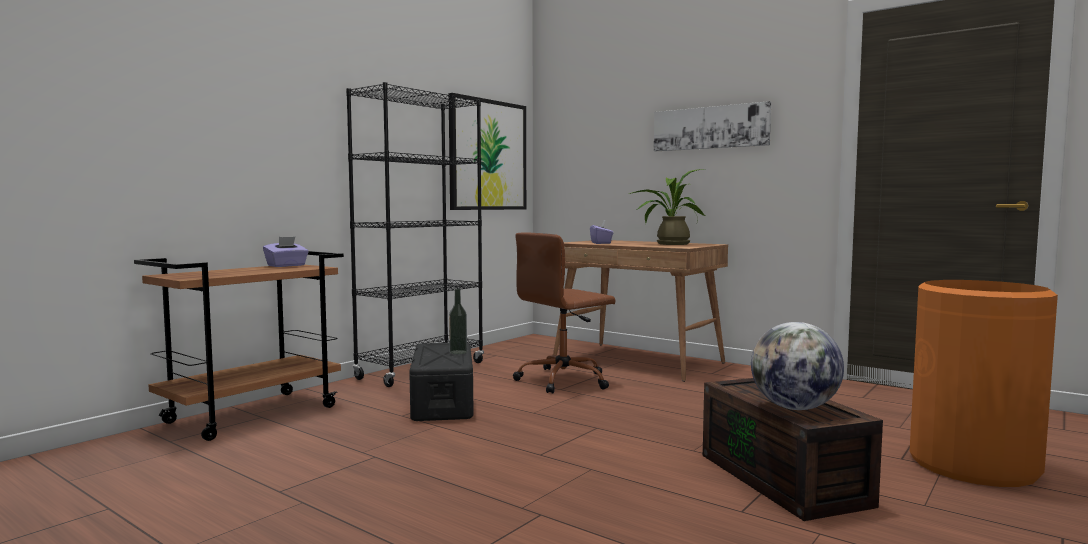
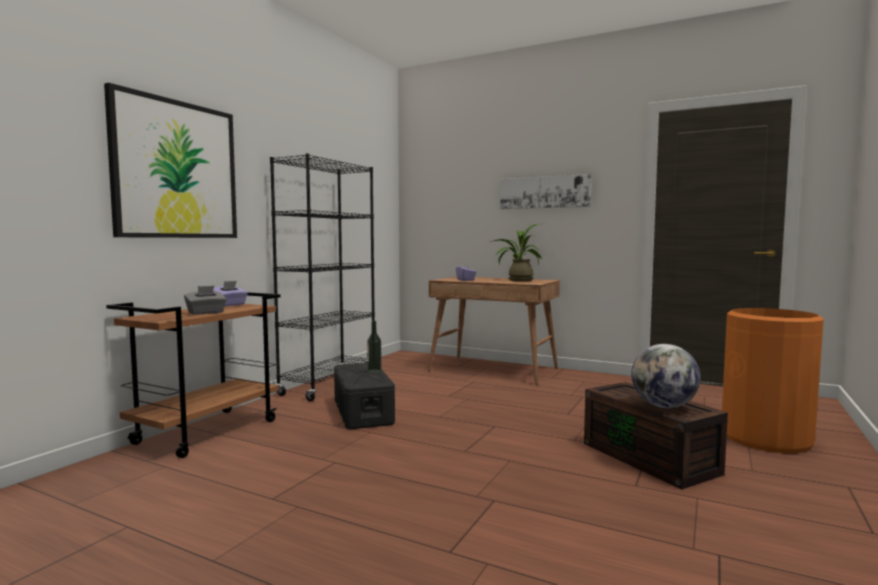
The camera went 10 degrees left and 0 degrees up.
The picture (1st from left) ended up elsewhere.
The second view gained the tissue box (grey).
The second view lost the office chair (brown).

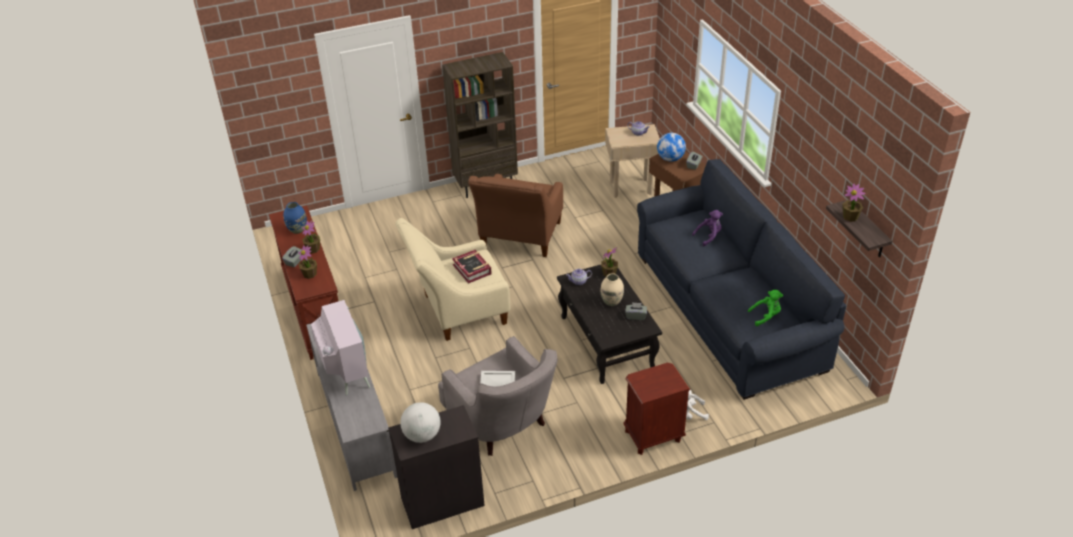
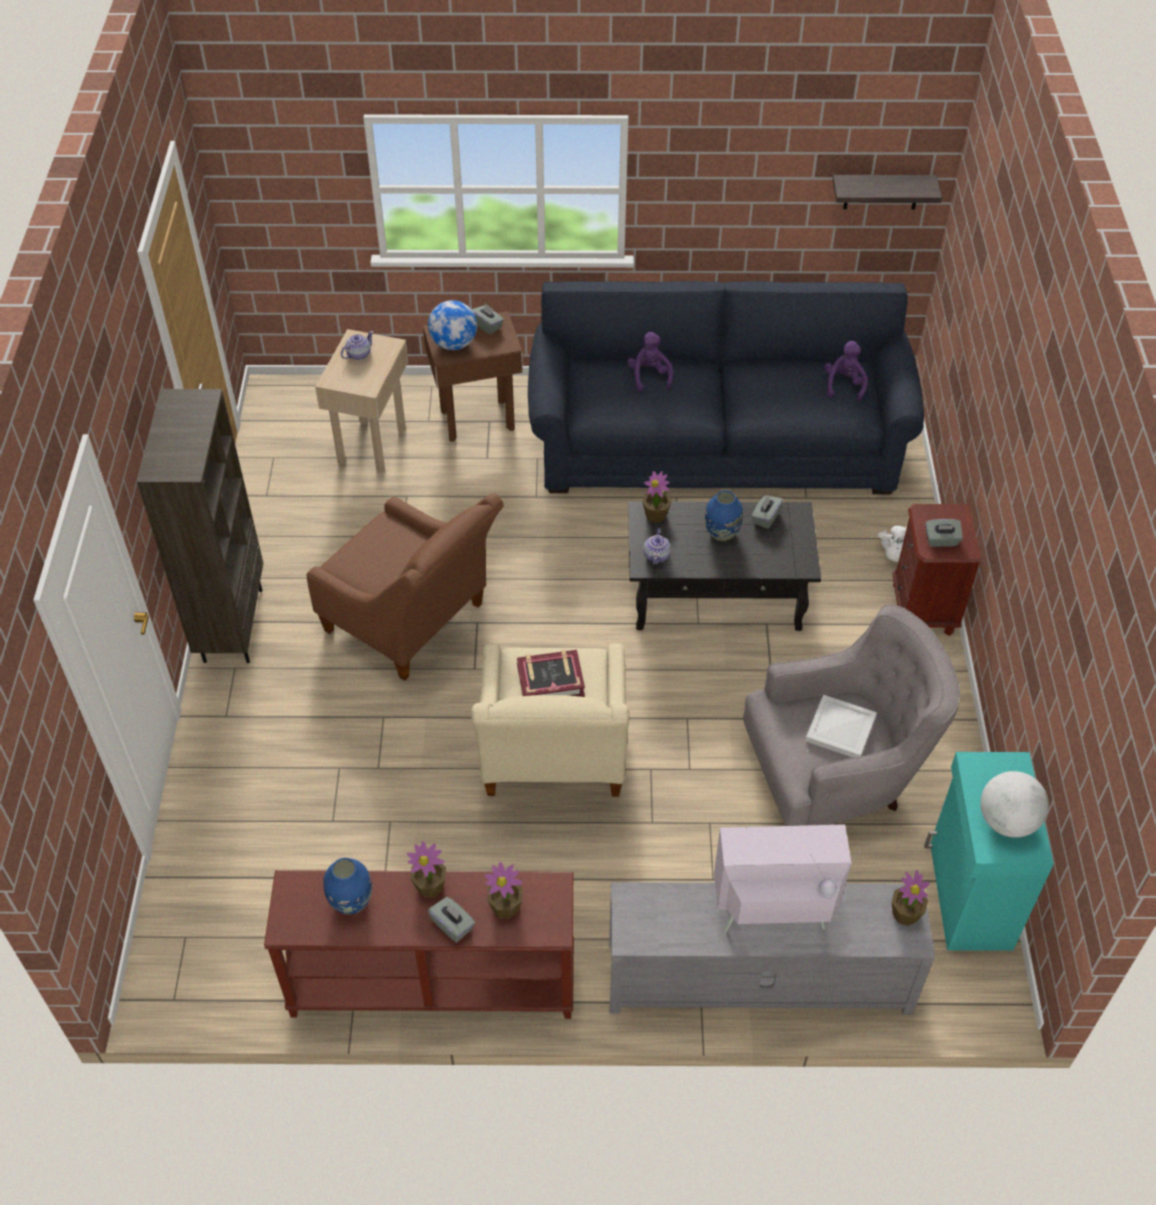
The camera went 70 degrees left and 10 degrees up.
What was the vase (beige) turned into the vase (blue) (2nd from left).
What was the plush toy (green) turned into the plush toy (purple) (2nd from left).
The potted plant (4th from left) ended up elsewhere.
What was the cabinet (black) turned into the cabinet (turquoise).
The second view gained the tissue box (grey) (4th from left).

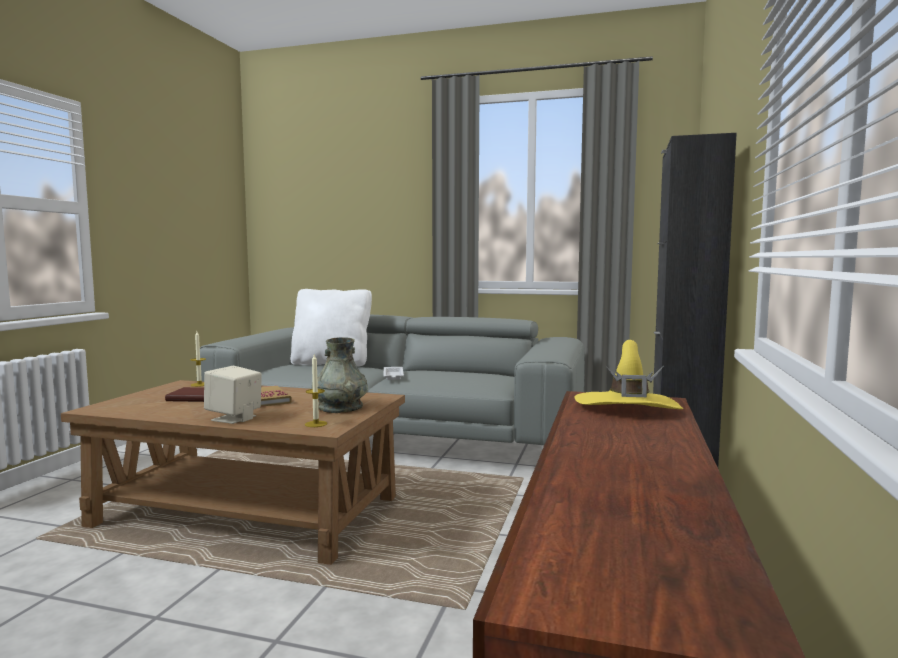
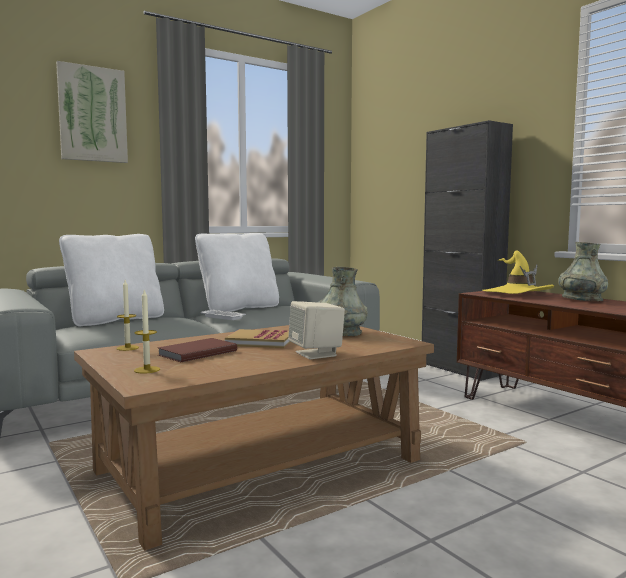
The camera went 50 degrees left and 0 degrees up.
The second view gained the picture.
The candle (2nd from left) ended up elsewhere.
The second view gained the pillow (white) (2nd from left).
The second view gained the vase (grey) (2nd from left).

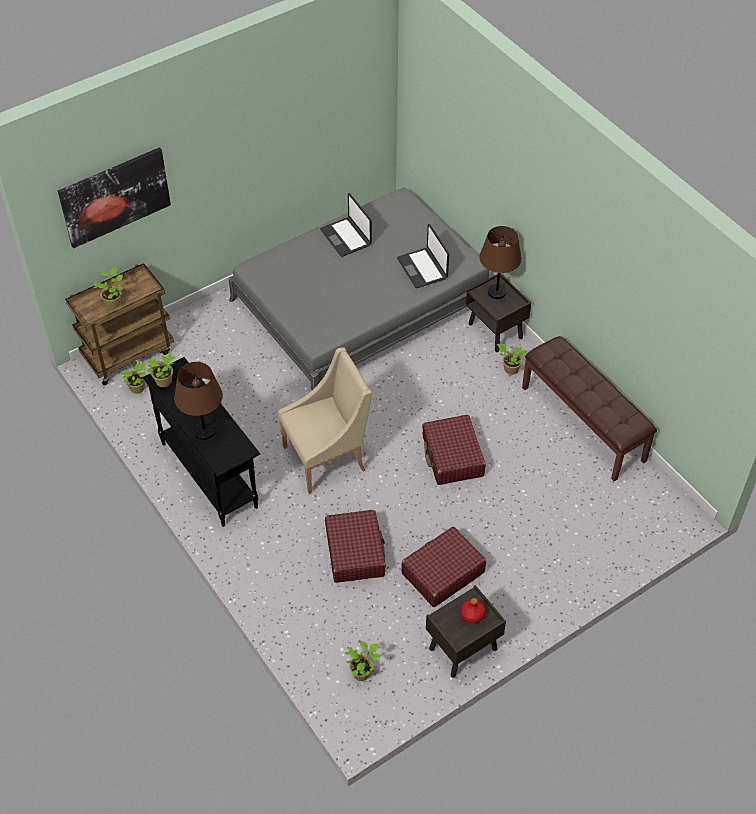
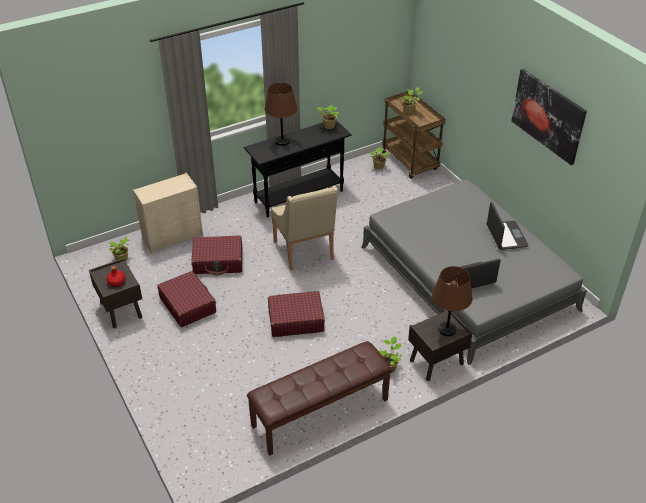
The camera went 95 degrees right and 10 degrees down.
The second view gained the dresser (beige).
The laptop (1st from left in the first image) ended up facing another way, 105 degrees clockwise from before.
The picture ended up elsewhere.

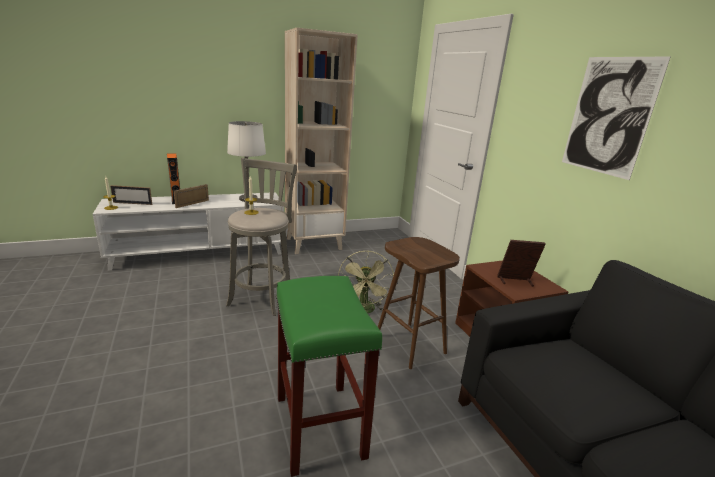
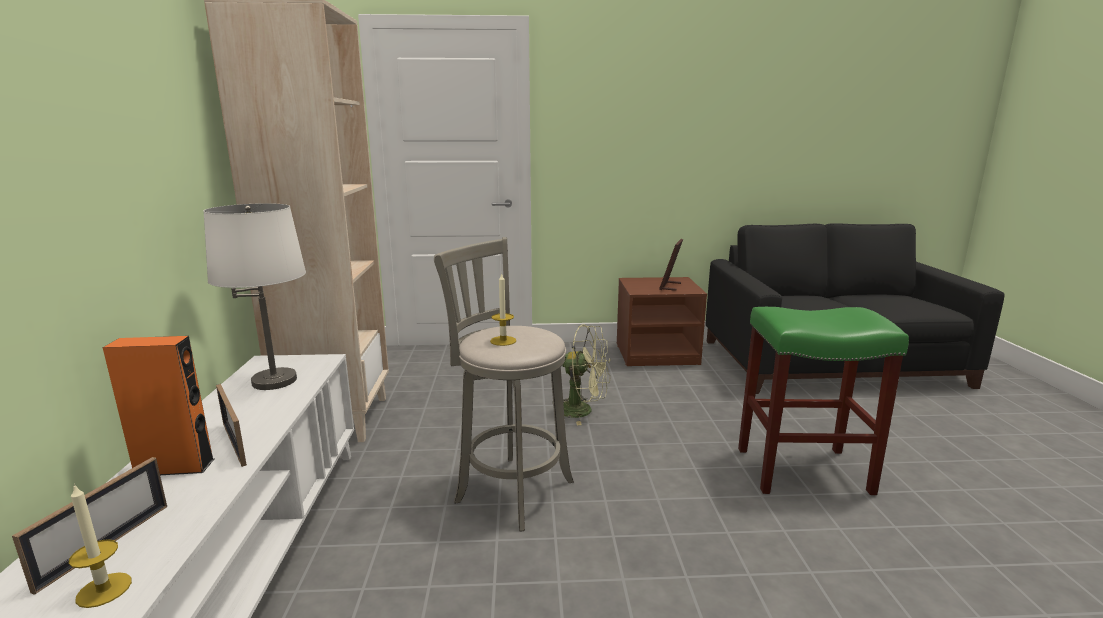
The camera went 70 degrees left and 5 degrees down.
The second view lost the stool (brown).
The second view lost the picture.

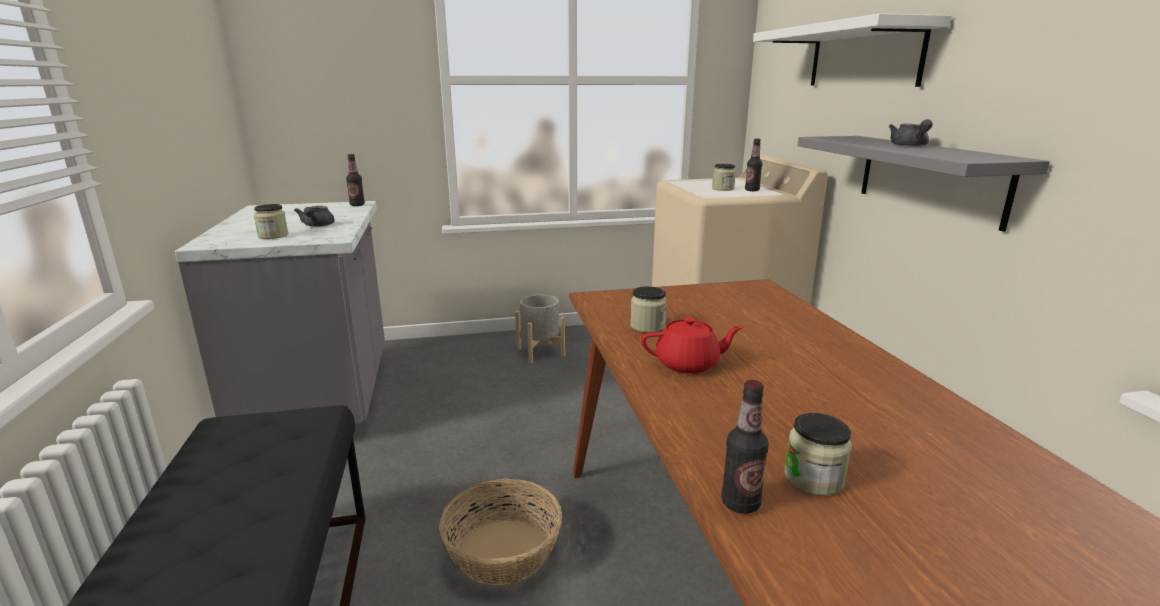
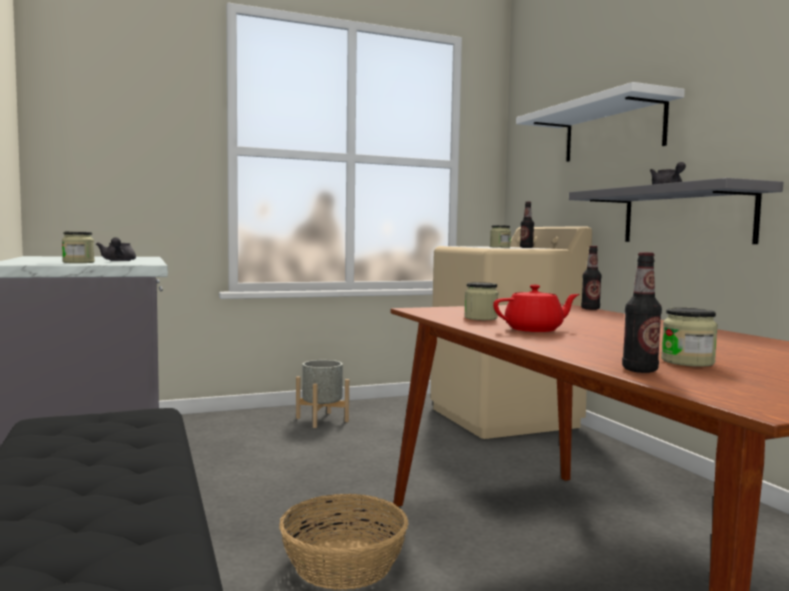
The camera went 10 degrees left and 15 degrees down.
The bottle (1st from left in the first image) ended up elsewhere.

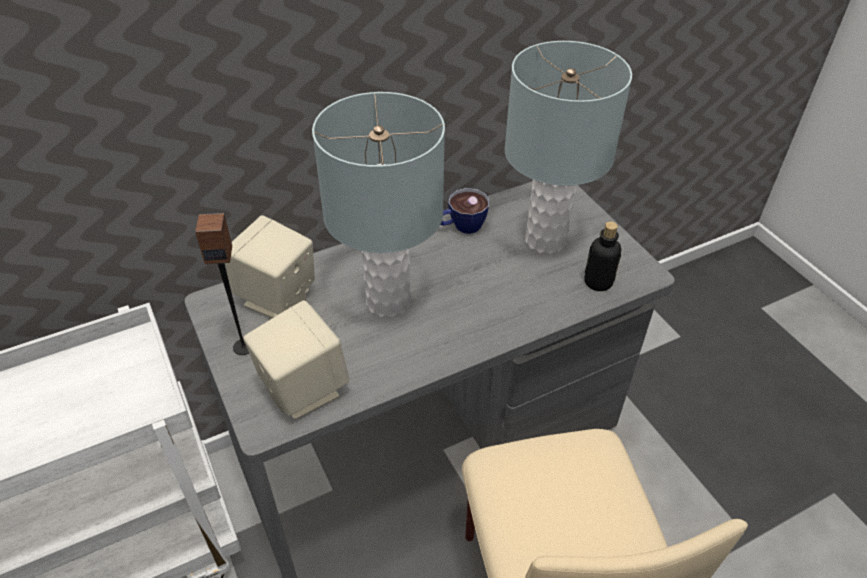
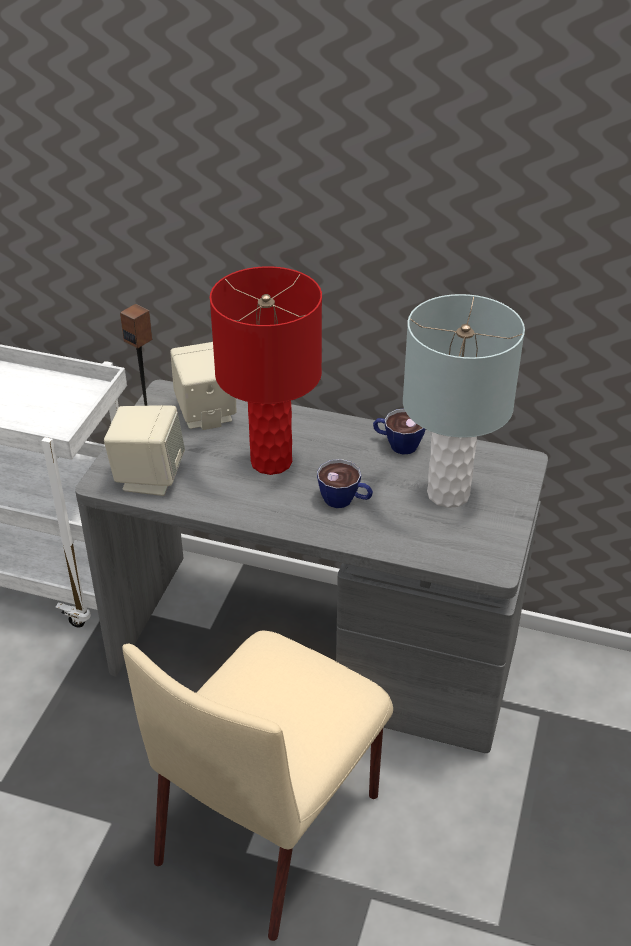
The camera went 45 degrees right and 5 degrees down.
What was the table lamp (grey) (1st from left) turned into the table lamp (red).
The second view gained the cup (1st from left).
The second view lost the bottle.

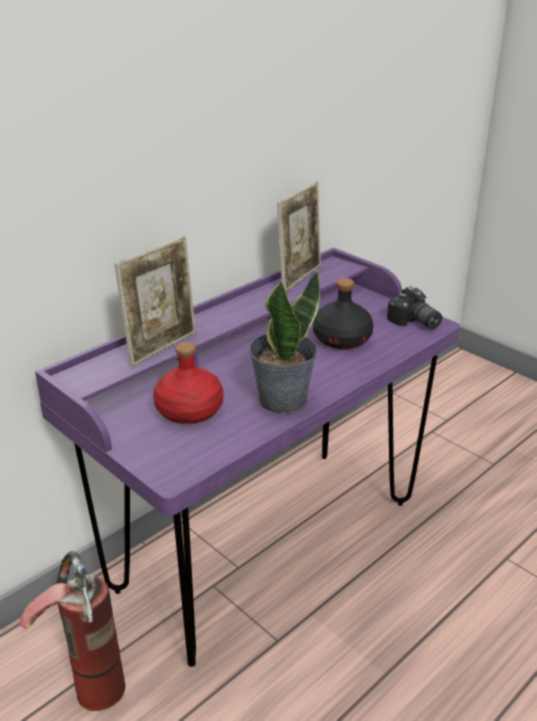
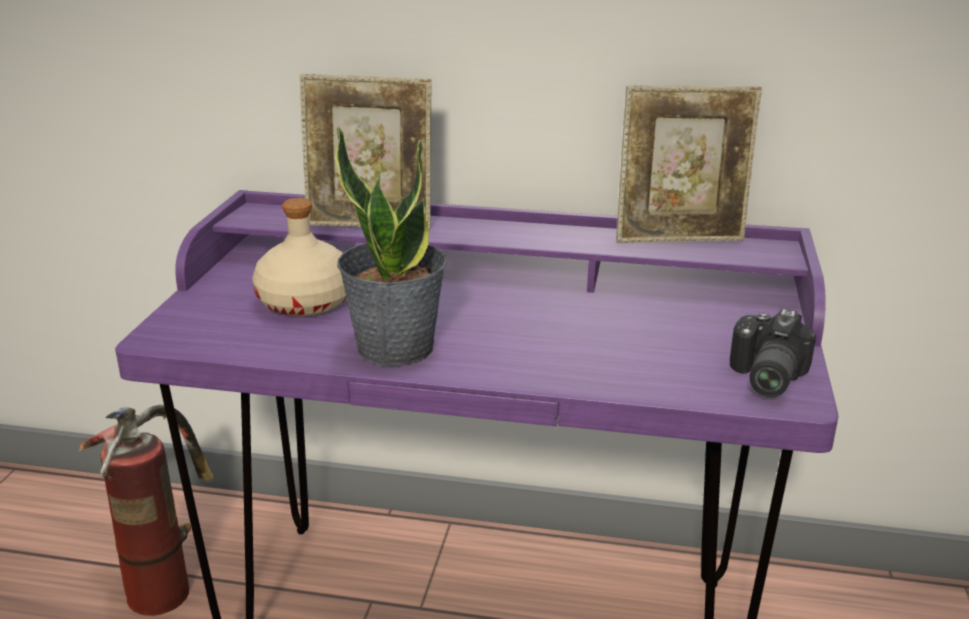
The camera went 55 degrees right and 5 degrees down.
What was the bottle (red) turned into the bottle (beige).
The second view lost the bottle (black).

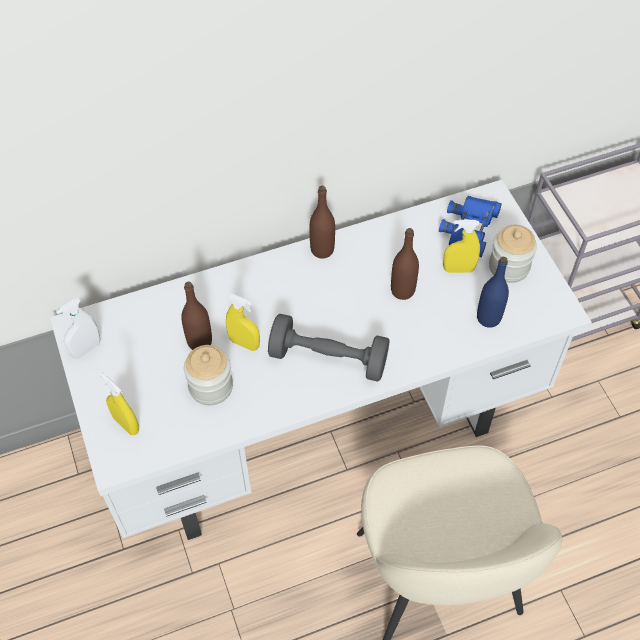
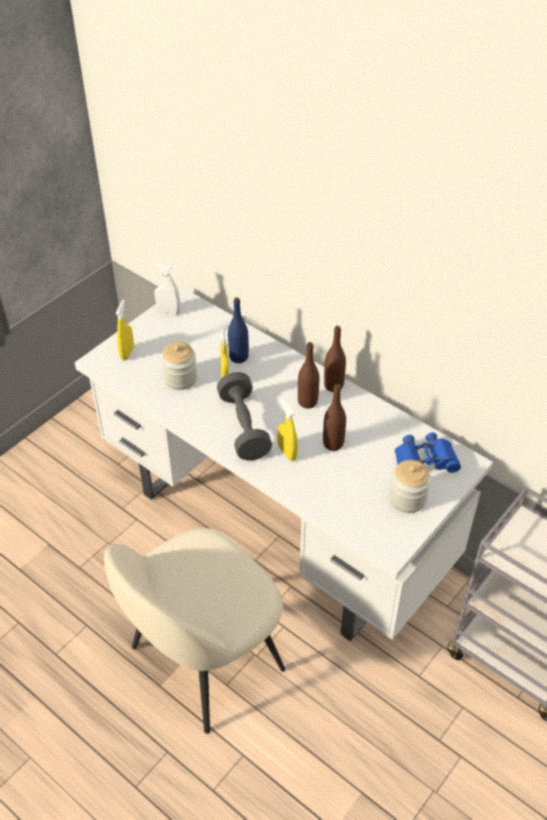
The camera went 60 degrees right and 10 degrees down.
The bottle (blue) ended up elsewhere.
The spray bottle (yellow) (3rd from left) ended up elsewhere.
The bottle (brown) (1st from left) ended up elsewhere.

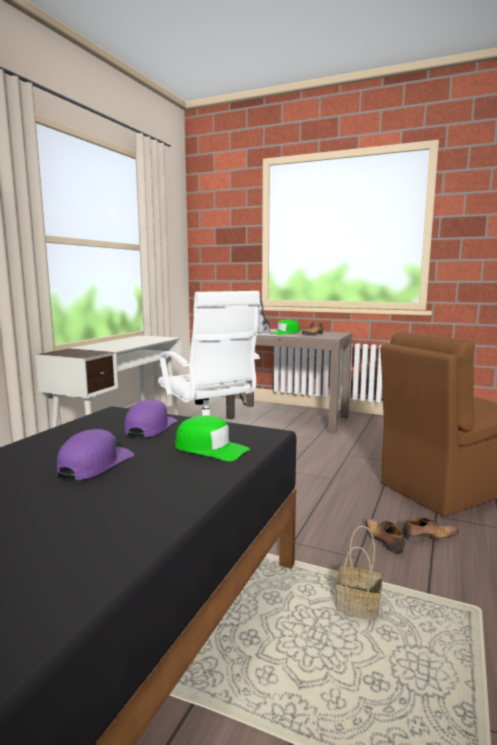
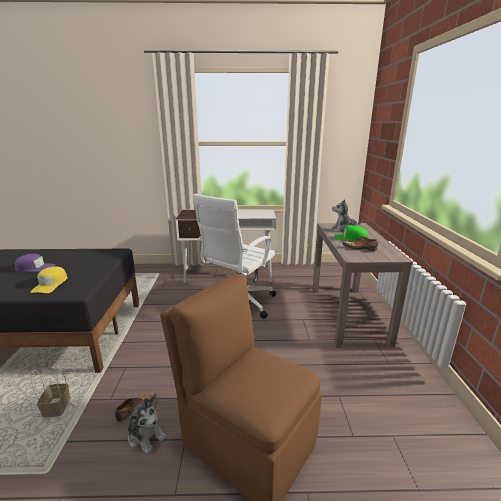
The camera went 65 degrees right and 10 degrees up.
What was the cap (green) (1st from left) turned into the cap (yellow).
Where the shoe (3rd from left) stood, the plush toy (1st from left) came to stand.
The second view lost the cap (purple) (2nd from left).

